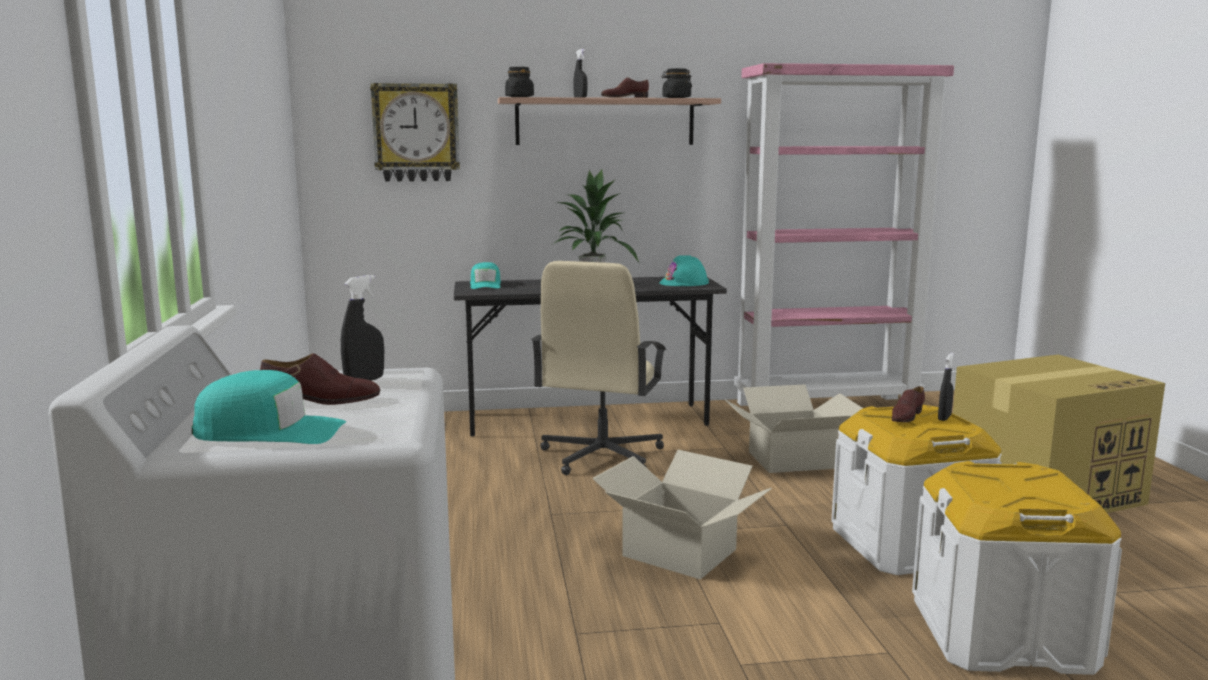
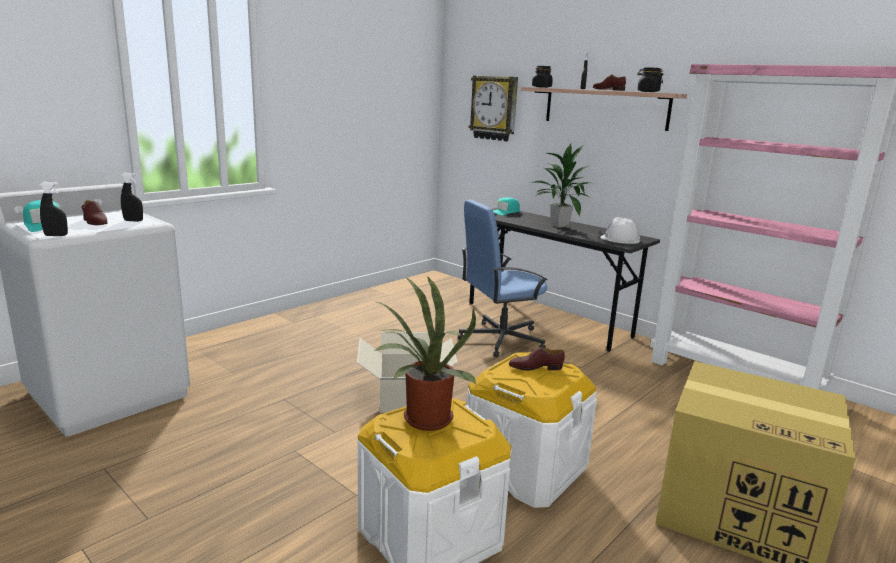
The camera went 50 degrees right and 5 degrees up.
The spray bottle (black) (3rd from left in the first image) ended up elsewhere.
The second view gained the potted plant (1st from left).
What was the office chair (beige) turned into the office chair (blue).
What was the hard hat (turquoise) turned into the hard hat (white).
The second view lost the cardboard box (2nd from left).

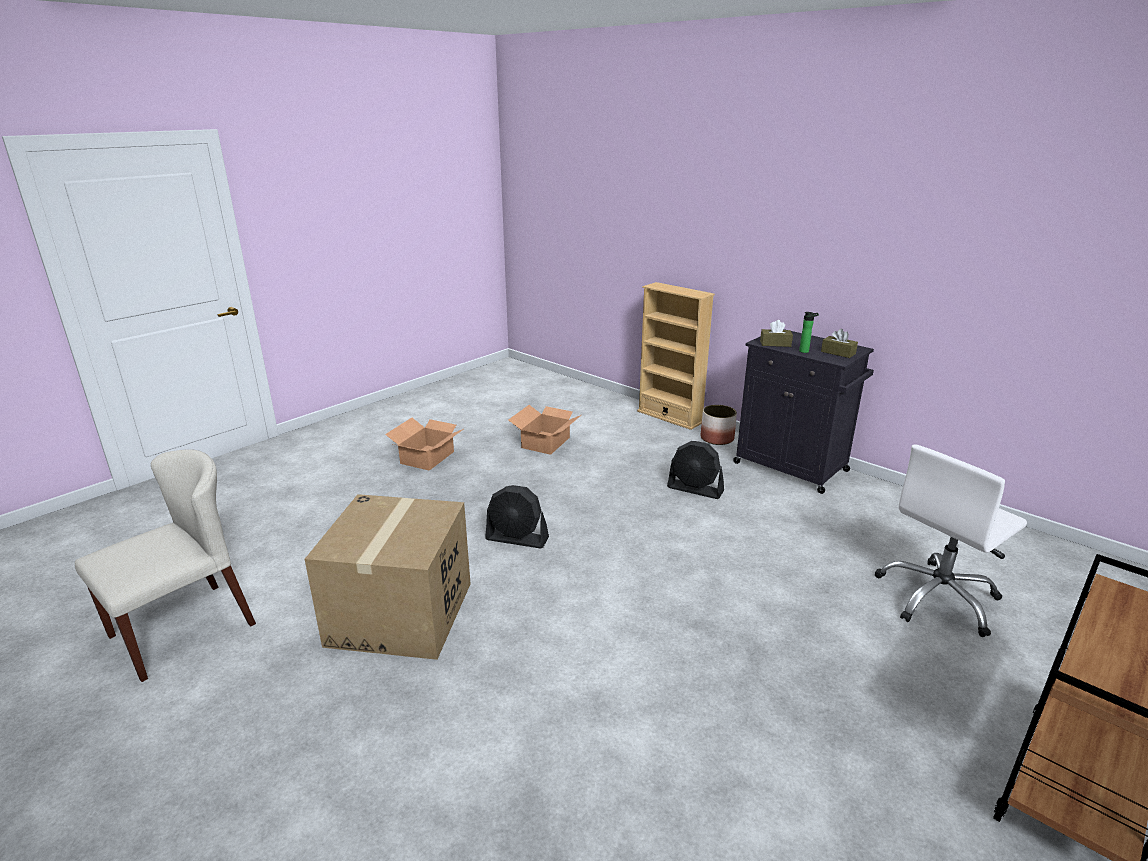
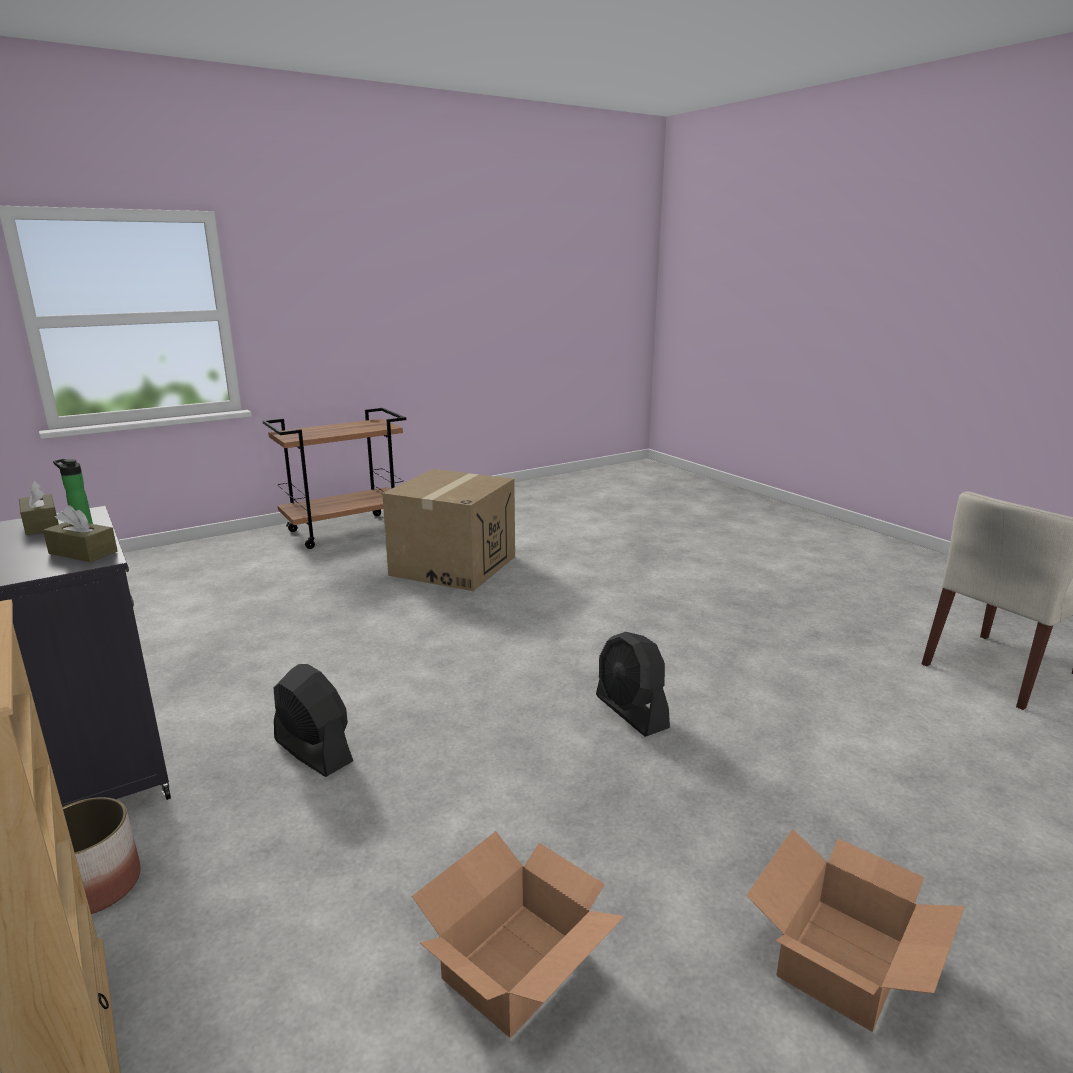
The camera went 165 degrees left and 5 degrees down.
The cardboard box (1st from left) ended up elsewhere.
The fan (black) (1st from left in the first image) ended up facing another way, 150 degrees counterclockwise from before.
The second view lost the office chair (white).

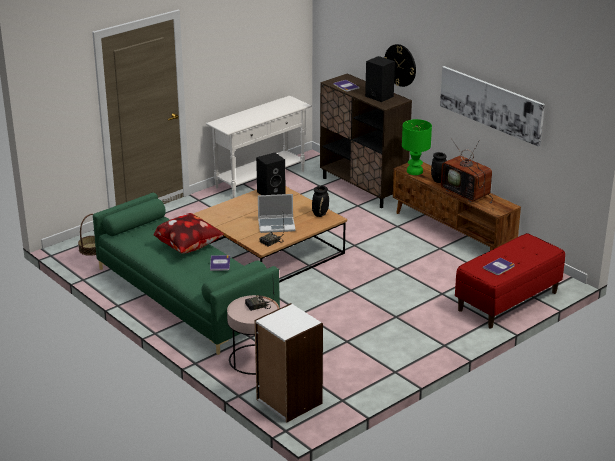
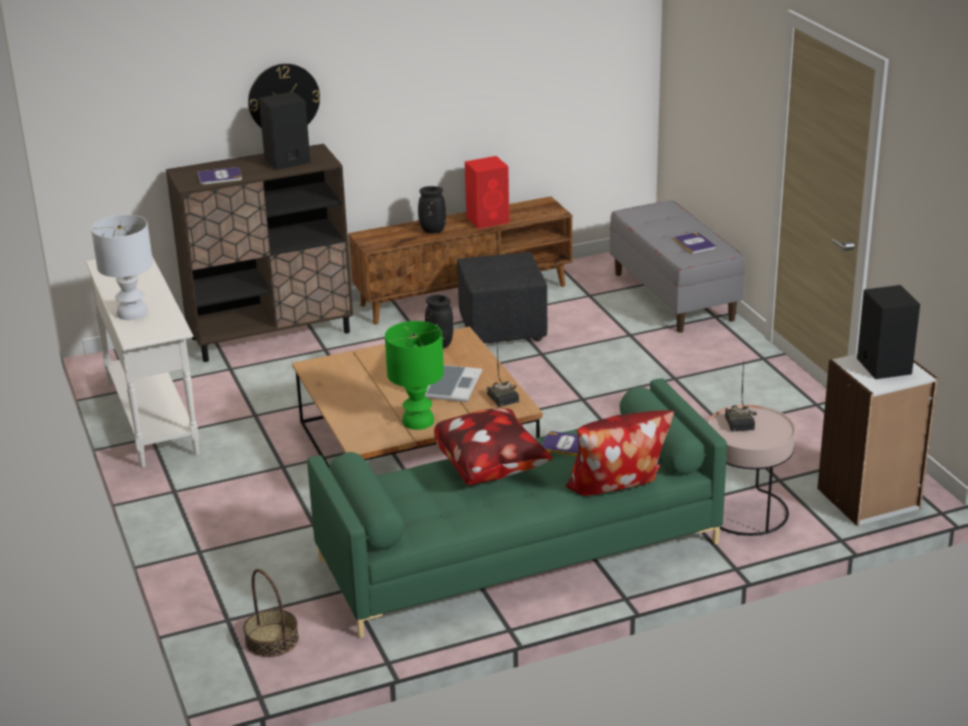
The camera went 70 degrees left and 0 degrees up.
The second view gained the table lamp (white).
The table lamp (green) ended up elsewhere.
The second view gained the ottoman (black).
Where the television stood, the speaker (red) came to stand.
The second view gained the pillow (2nd from left).
What was the bench (red) turned into the bench (grey).
The speaker (black) (1st from left in the first image) ended up elsewhere.
The second view lost the picture.

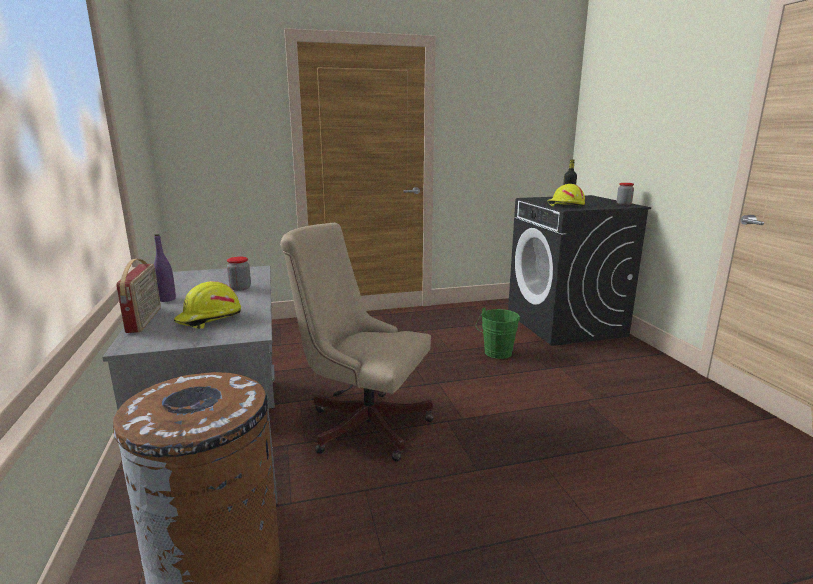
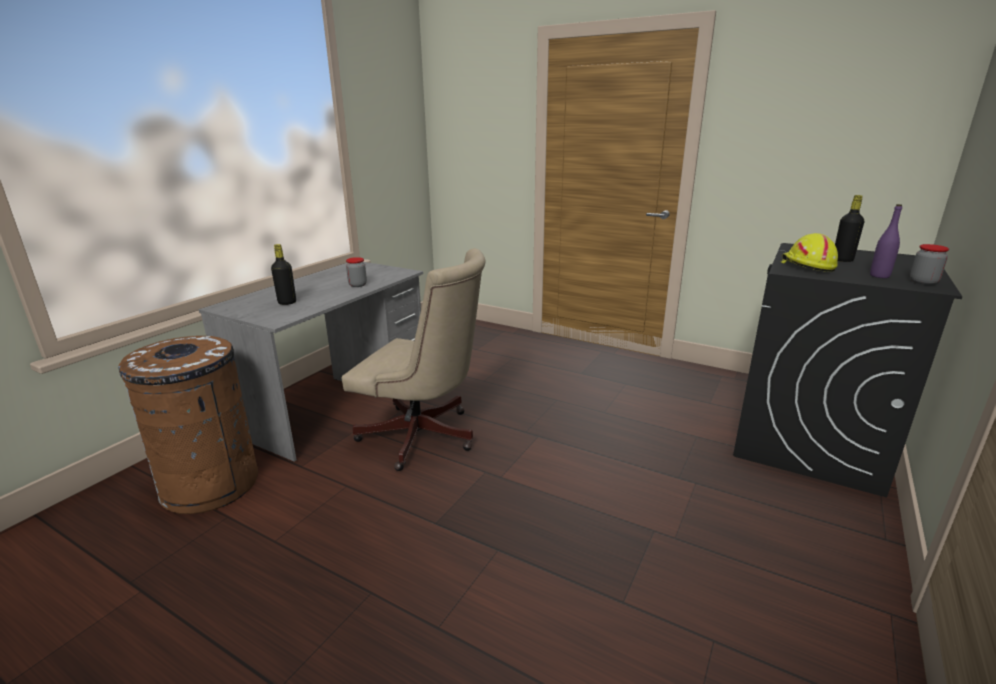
The camera went 45 degrees right and 5 degrees up.
Where the hard hat (yellow) (1st from left) stood, the bottle (black) (1st from left) came to stand.
The office chair (beige) ended up facing another way, 135 degrees clockwise from before.
The bottle (purple) ended up elsewhere.
The second view lost the radio.
The second view lost the bucket (green).

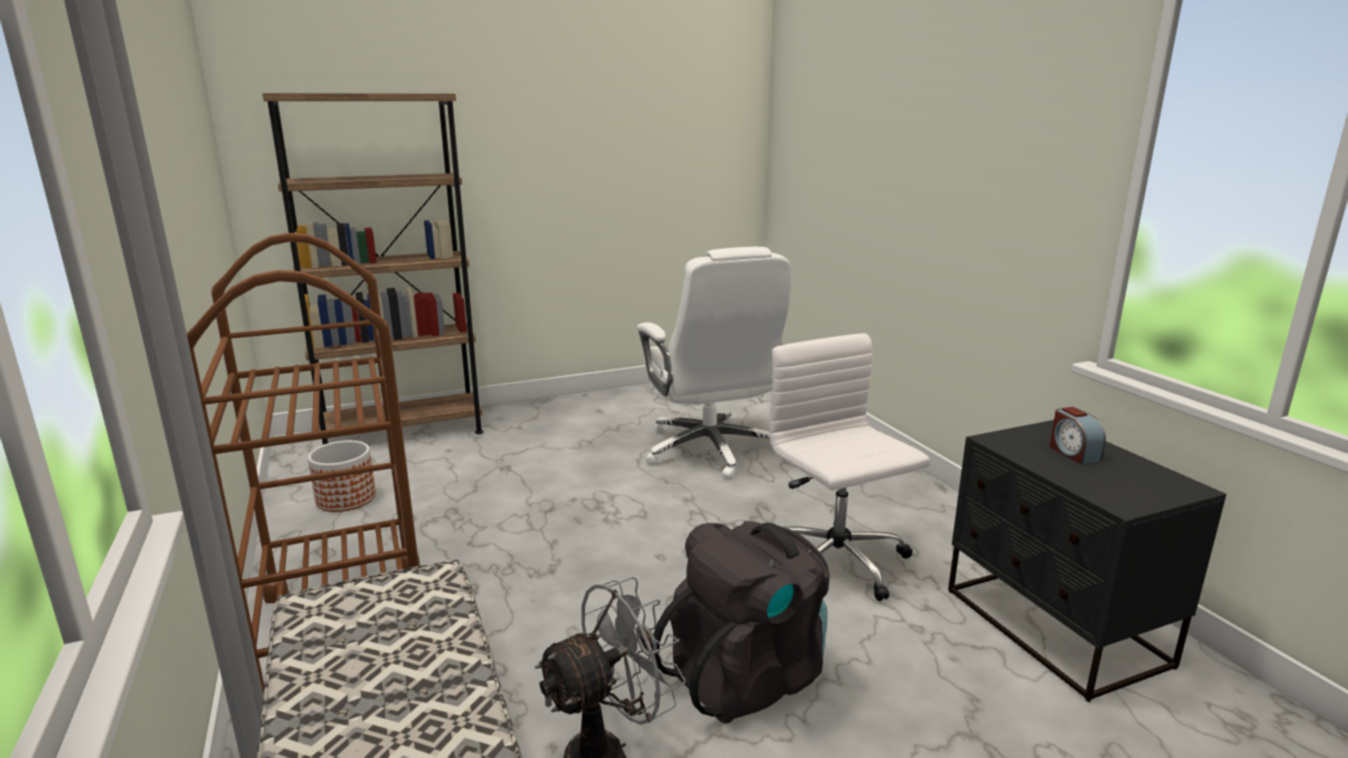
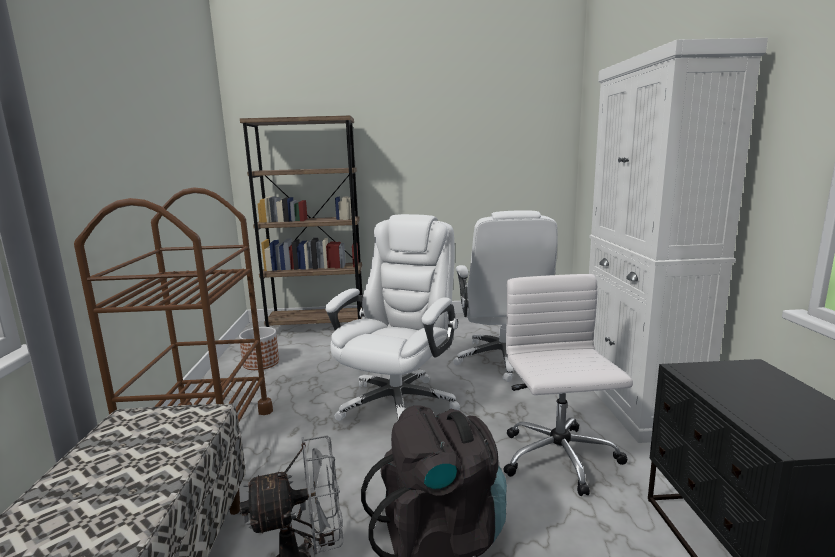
The camera went 20 degrees right and 5 degrees down.
The second view gained the office chair (white) (1st from left).
The second view gained the cabinet (white).
The second view lost the alarm clock.

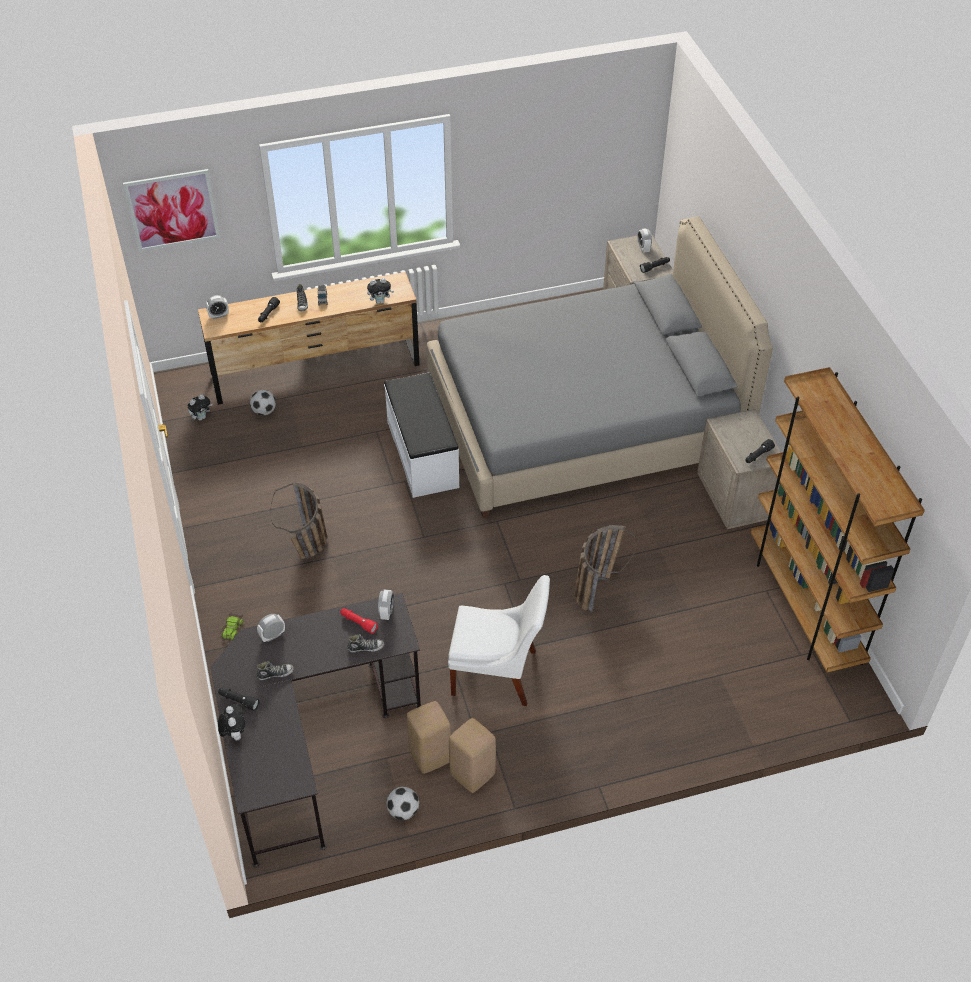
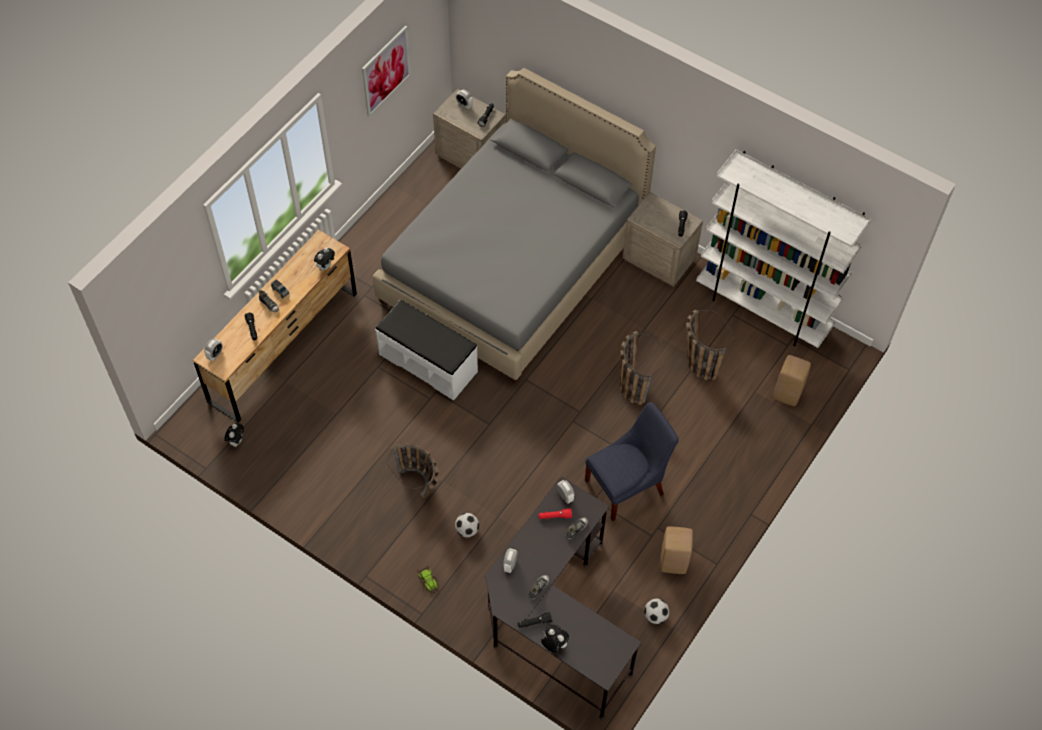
The camera went 40 degrees left and 10 degrees up.
The picture ended up elsewhere.
The football (1st from left) ended up elsewhere.
What was the chair (white) turned into the chair (blue).
The second view gained the basket (3rd from left).
What was the bookcase (brown) turned into the bookcase (white).
The stool (beige) (1st from left in the first image) ended up elsewhere.

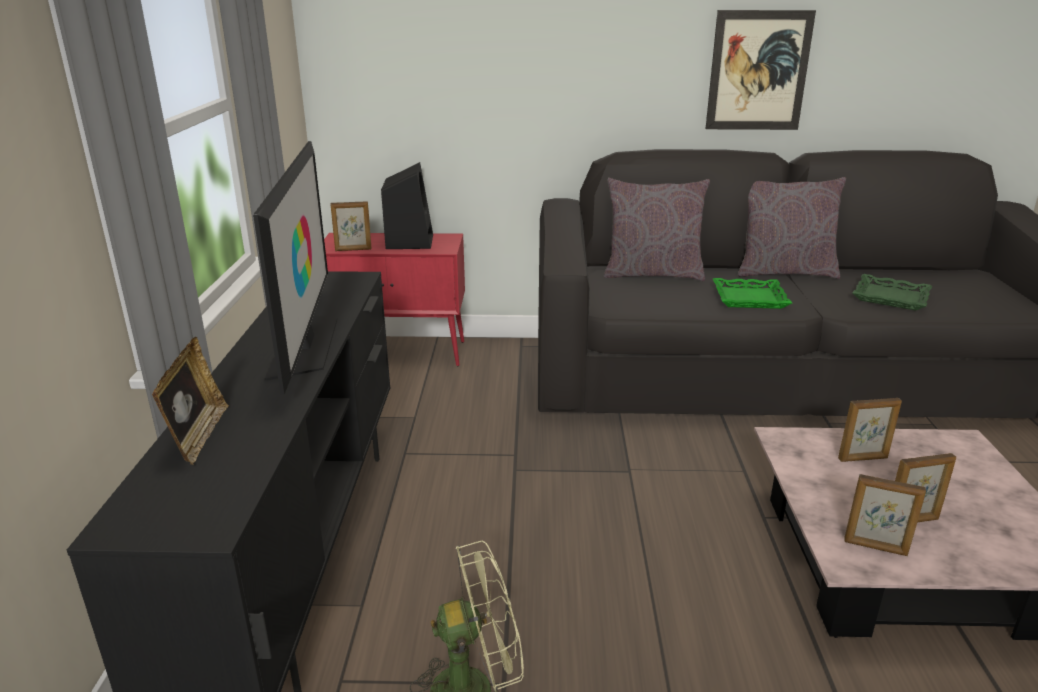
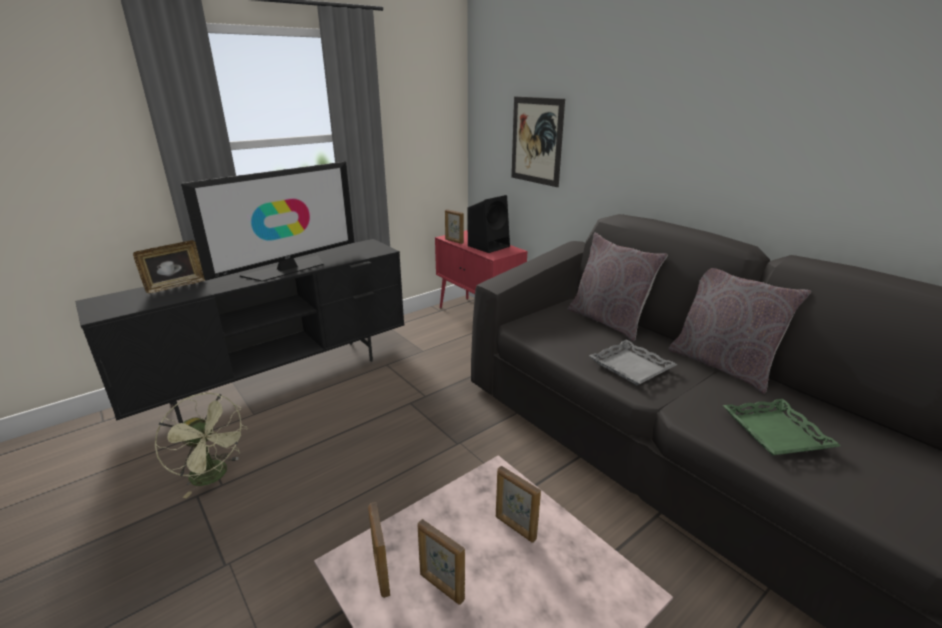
The camera went 50 degrees right and 0 degrees up.
The picture ended up elsewhere.
What was the tray (green) (1st from left) turned into the tray (grey).

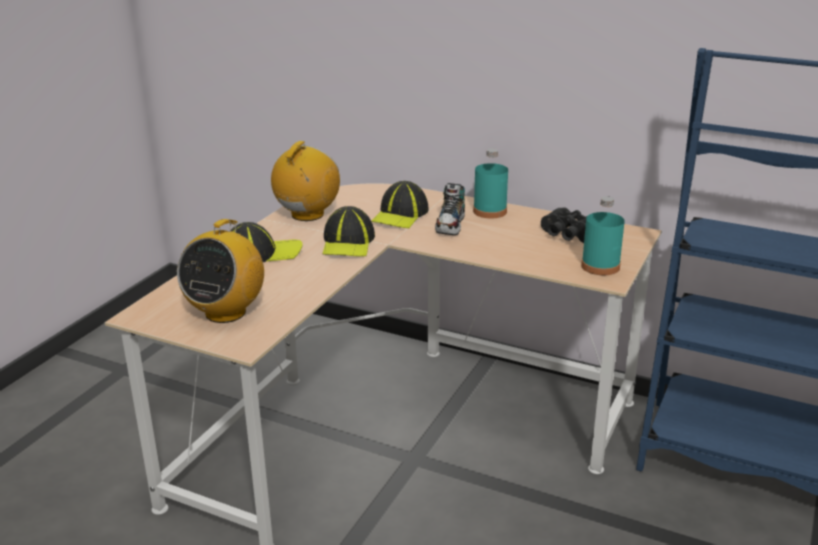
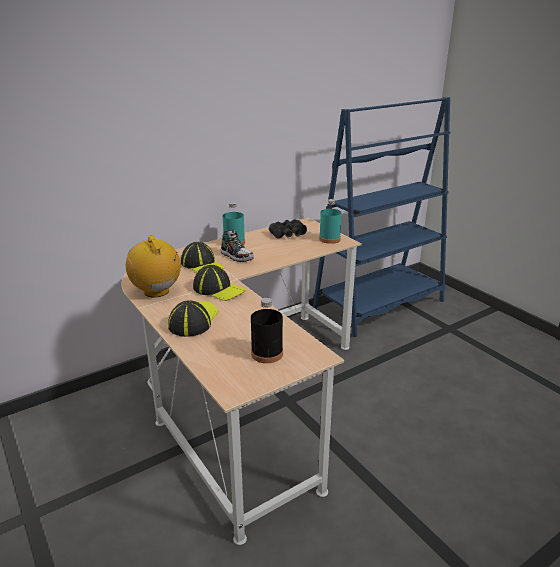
The camera went 60 degrees left and 0 degrees up.
Where the radio (1st from left) stood, the bottle (black) came to stand.

